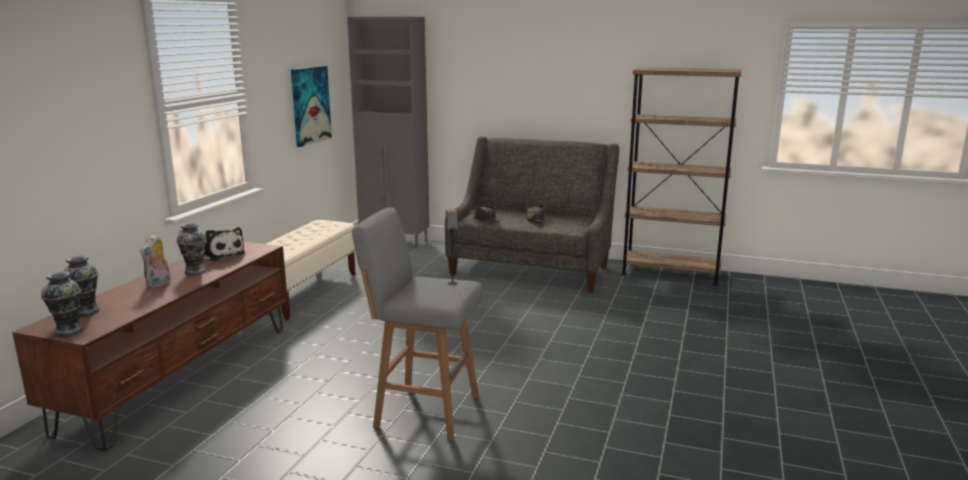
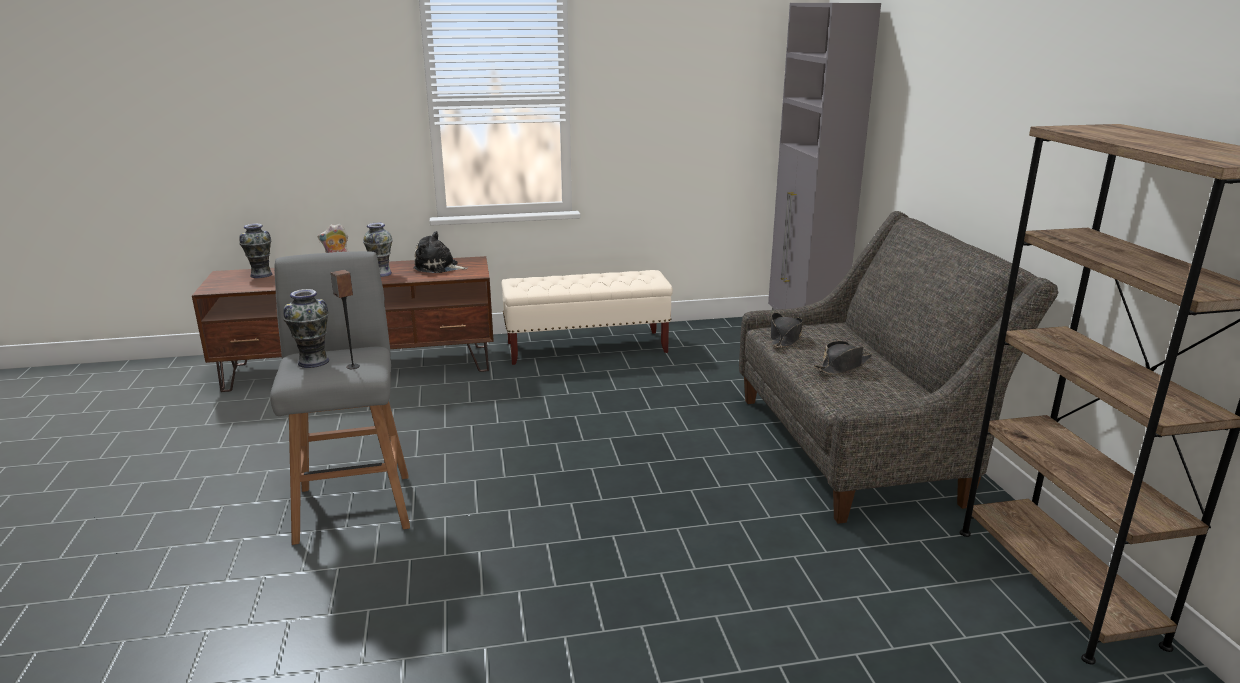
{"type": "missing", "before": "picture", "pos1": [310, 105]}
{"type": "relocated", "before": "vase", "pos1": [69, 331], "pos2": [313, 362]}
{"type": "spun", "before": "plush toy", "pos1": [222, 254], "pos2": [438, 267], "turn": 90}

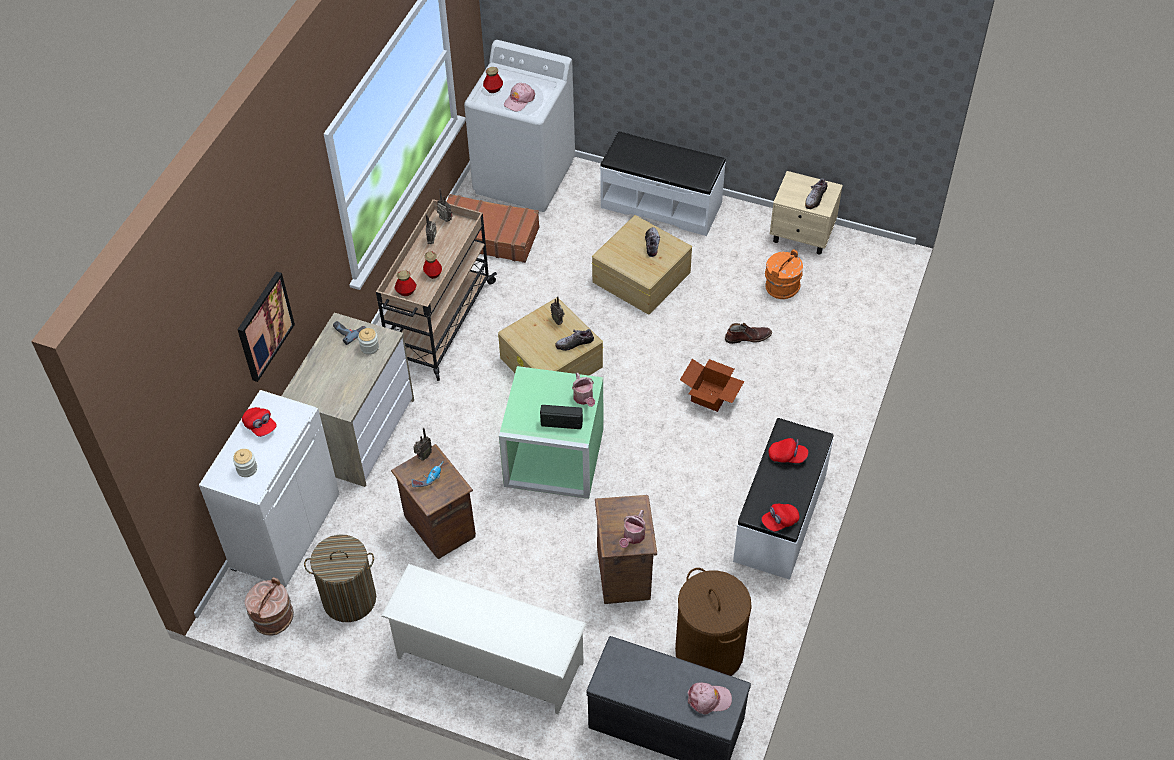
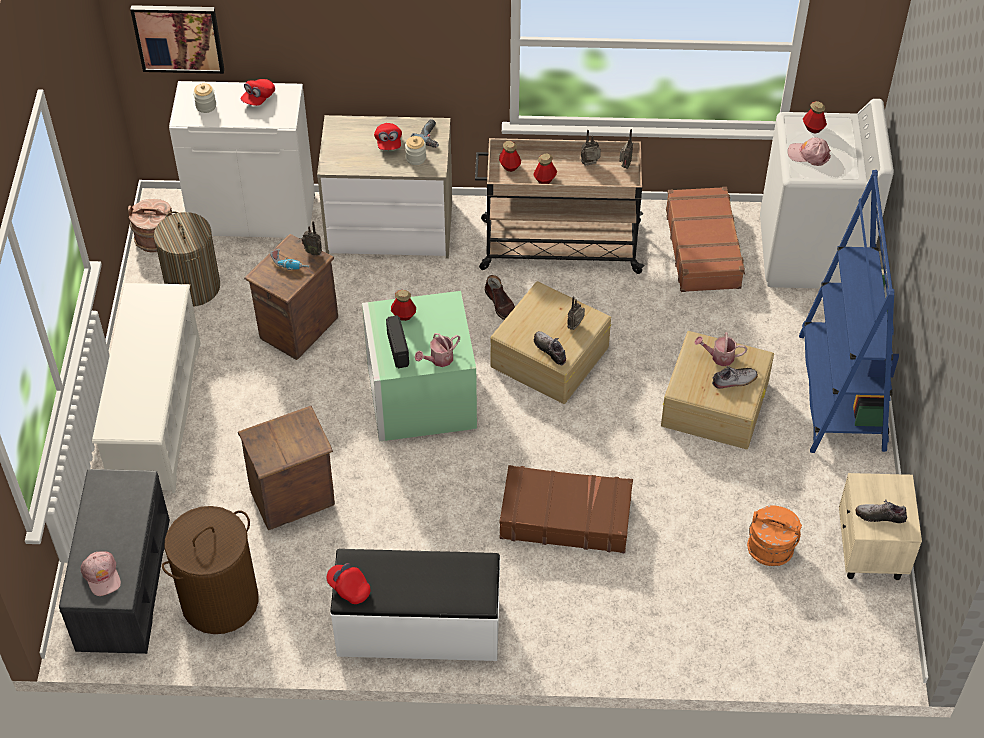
{"type": "appeared", "after": "bottle", "pos2": [403, 315]}
{"type": "relocated", "before": "picture", "pos1": [264, 326], "pos2": [178, 38]}
{"type": "relocated", "before": "watering can", "pos1": [632, 537], "pos2": [719, 357]}
{"type": "relocated", "before": "brown boot", "pos1": [747, 337], "pos2": [501, 304]}
{"type": "relocated", "before": "red cap", "pos1": [787, 456], "pos2": [388, 143]}
{"type": "exchanged", "before": "white bench", "after": "blue bookcase", "pos1": [661, 204], "pos2": [841, 392]}
{"type": "exchanged", "before": "cardboard box", "after": "brown suitcase", "pos1": [711, 396], "pos2": [565, 517]}

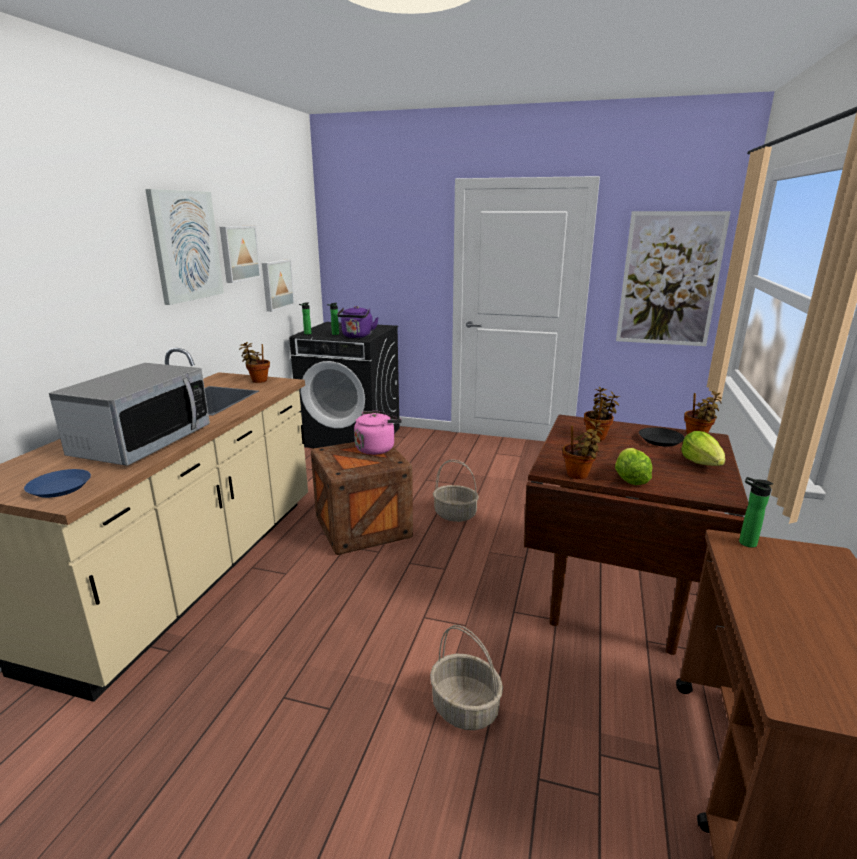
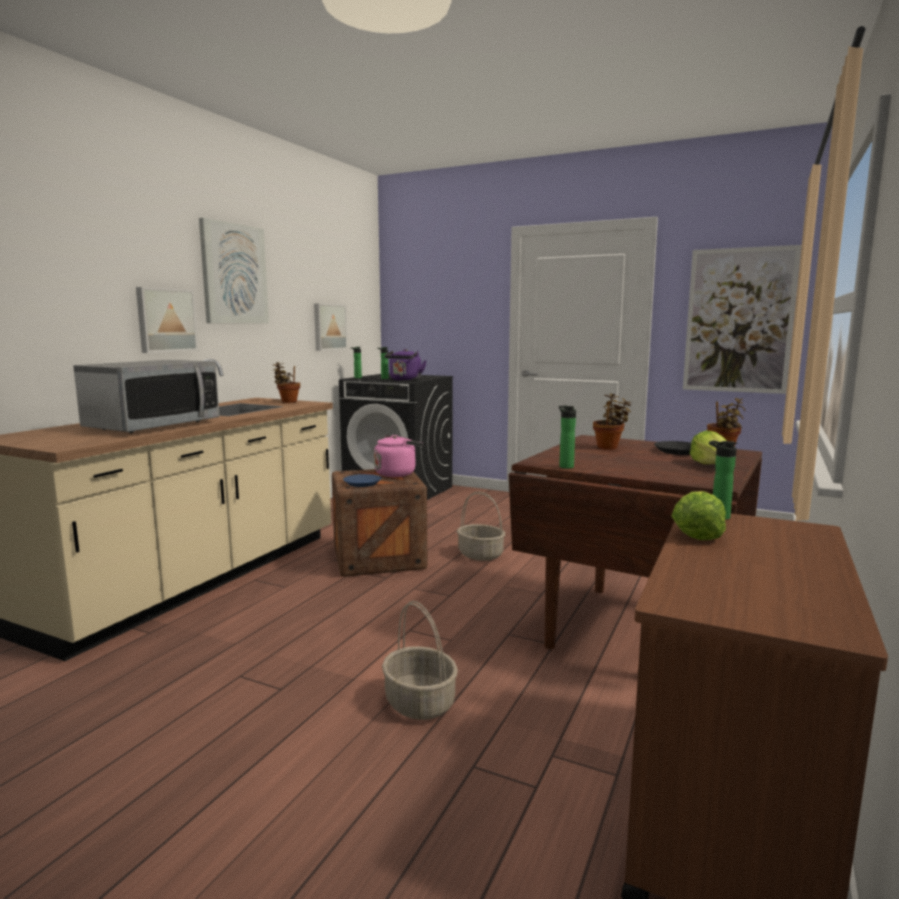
{"type": "relocated", "before": "blue plate", "pos1": [60, 487], "pos2": [362, 483]}
{"type": "relocated", "before": "picture", "pos1": [238, 253], "pos2": [165, 320]}
{"type": "relocated", "before": "lettuce", "pos1": [630, 478], "pos2": [696, 533]}
{"type": "exchanged", "before": "potted plant", "after": "bottle", "pos1": [579, 475], "pos2": [565, 466]}

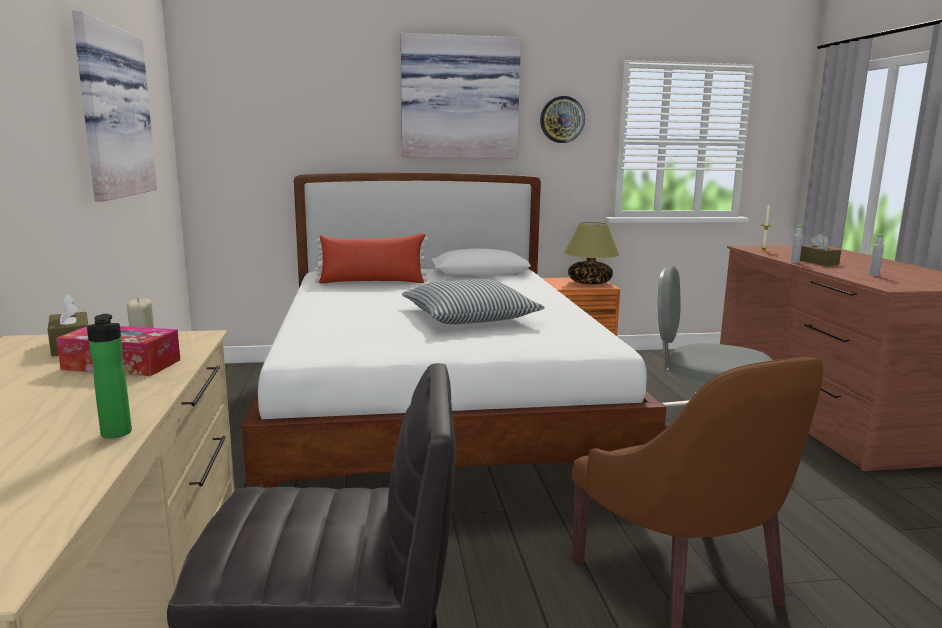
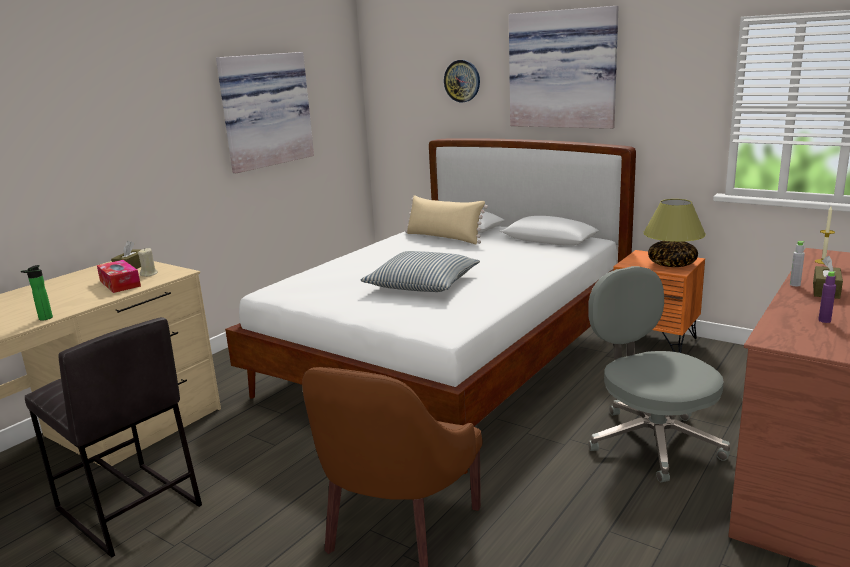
{"type": "relocated", "before": "wall clock", "pos1": [562, 119], "pos2": [462, 81]}
{"type": "colour", "before": "red pillow", "after": "beige pillow", "pos1": [372, 282], "pos2": [444, 237]}
{"type": "colour", "before": "grey bottle", "after": "purple bottle", "pos1": [874, 275], "pos2": [824, 320]}

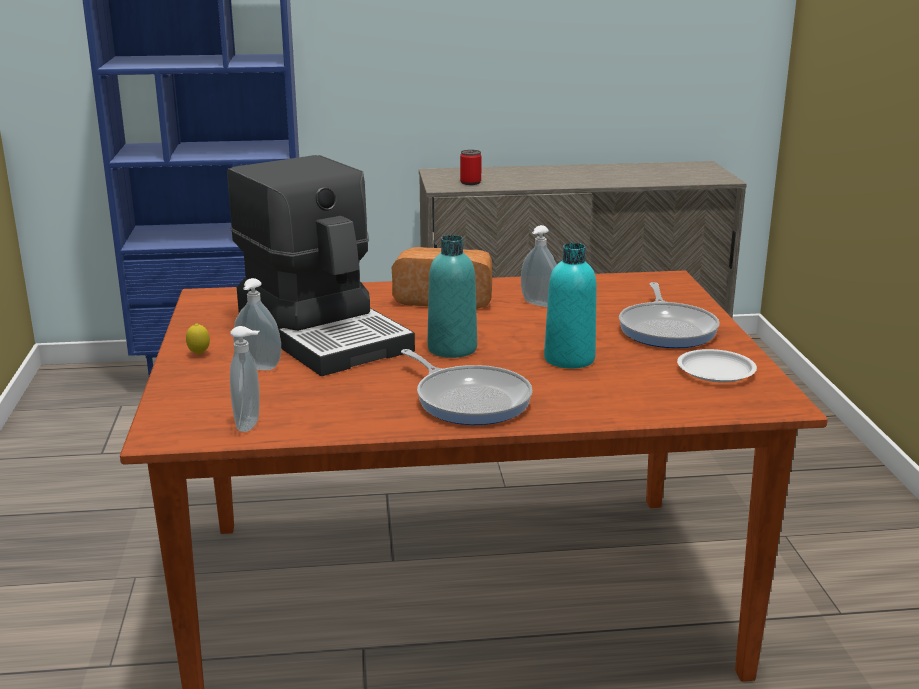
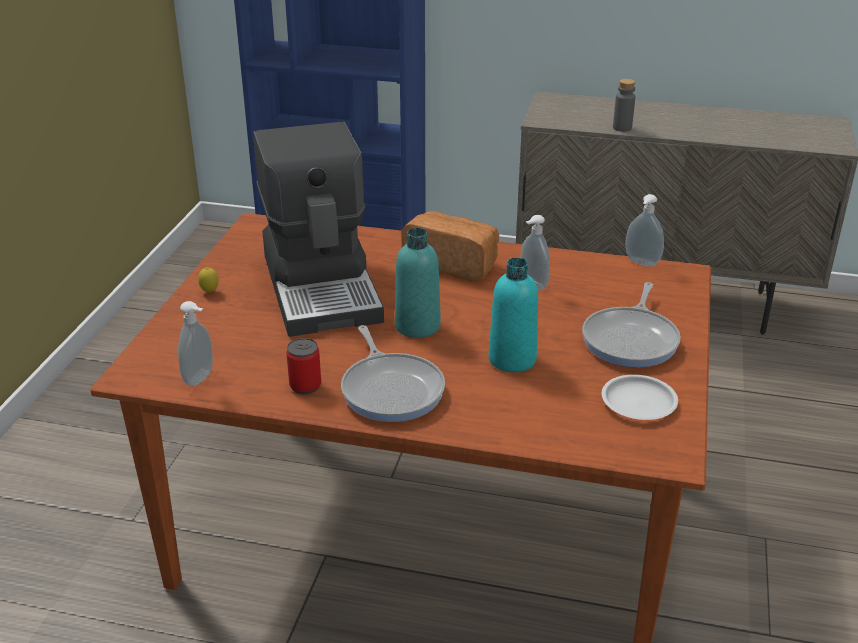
{"type": "appeared", "after": "grey bottle", "pos2": [622, 128]}
{"type": "relocated", "before": "soap dispenser", "pos1": [258, 368], "pos2": [641, 263]}
{"type": "relocated", "before": "can", "pos1": [470, 182], "pos2": [305, 386]}

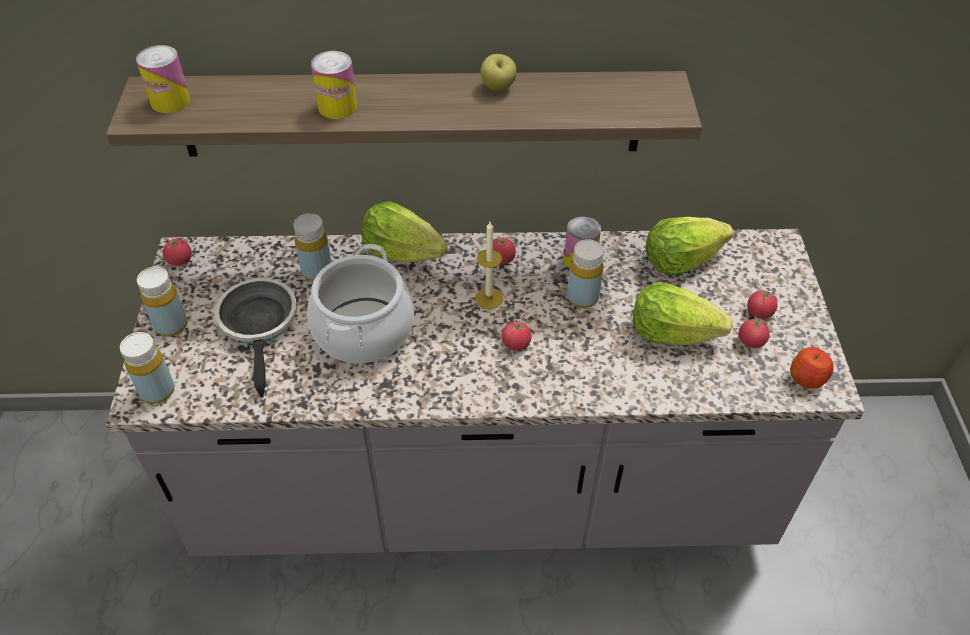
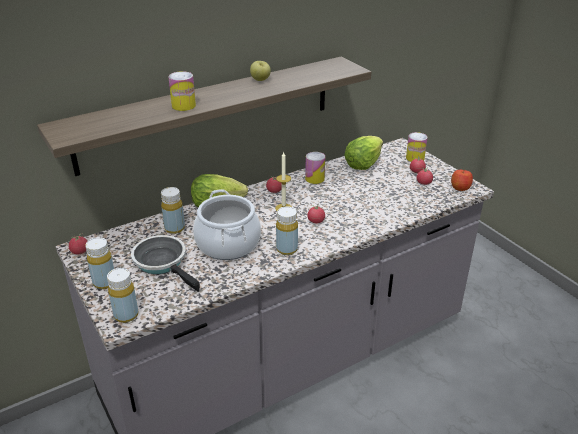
{"type": "missing", "before": "lettuce", "pos1": [671, 333]}
{"type": "relocated", "before": "can", "pos1": [170, 101], "pos2": [415, 158]}
{"type": "relocated", "before": "yellow bottle", "pos1": [582, 298], "pos2": [287, 249]}

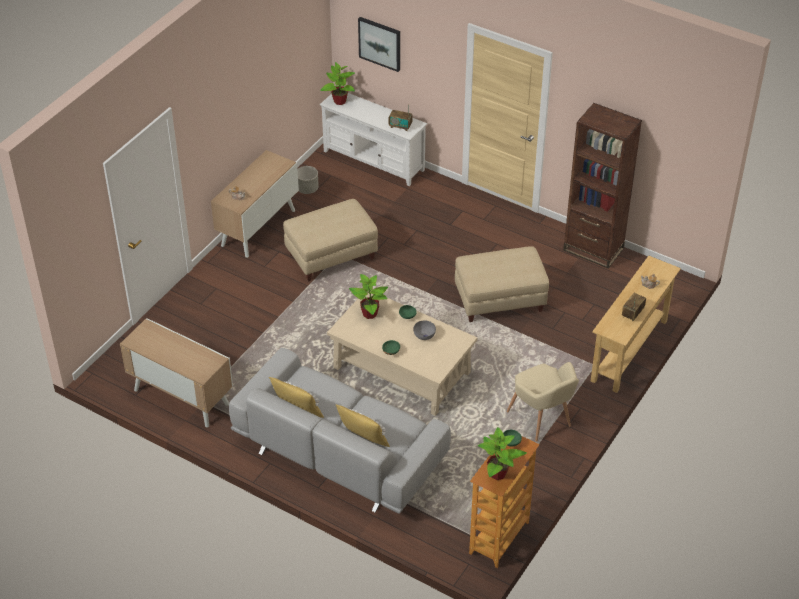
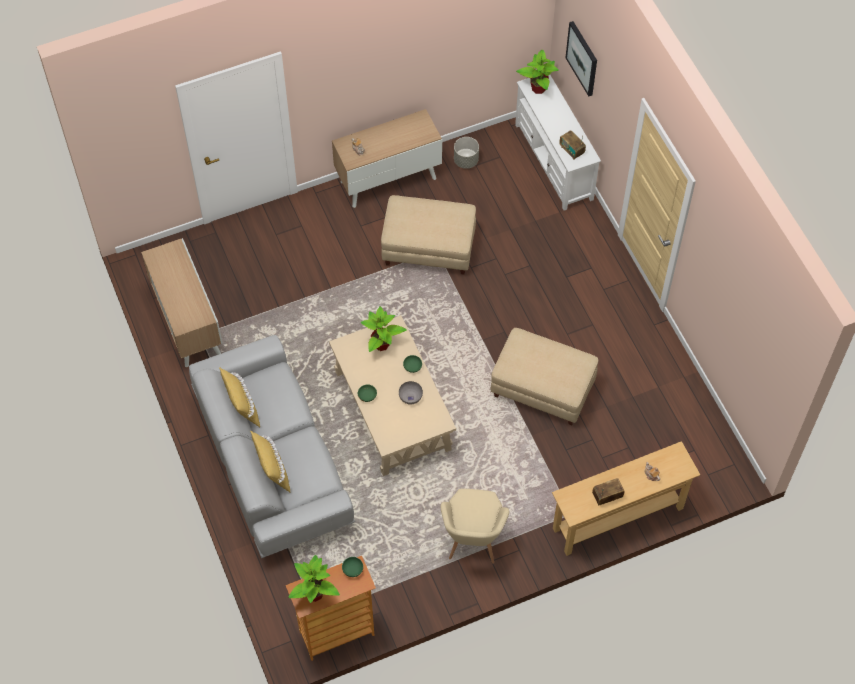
{"type": "missing", "before": "brown bookcase", "pos1": [593, 249]}

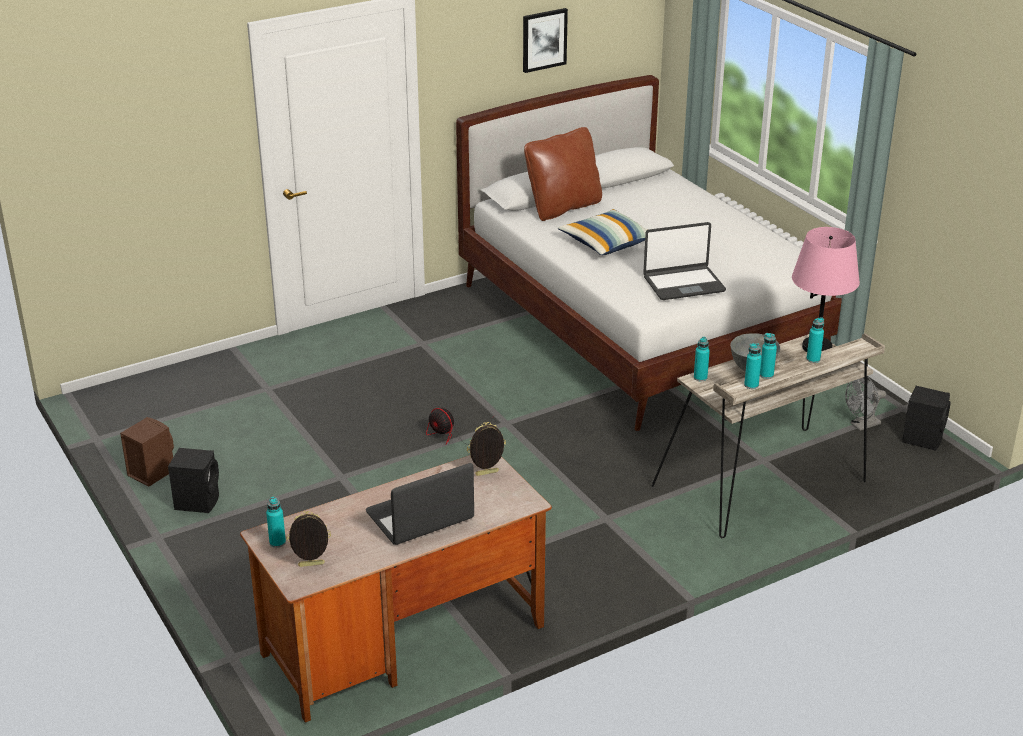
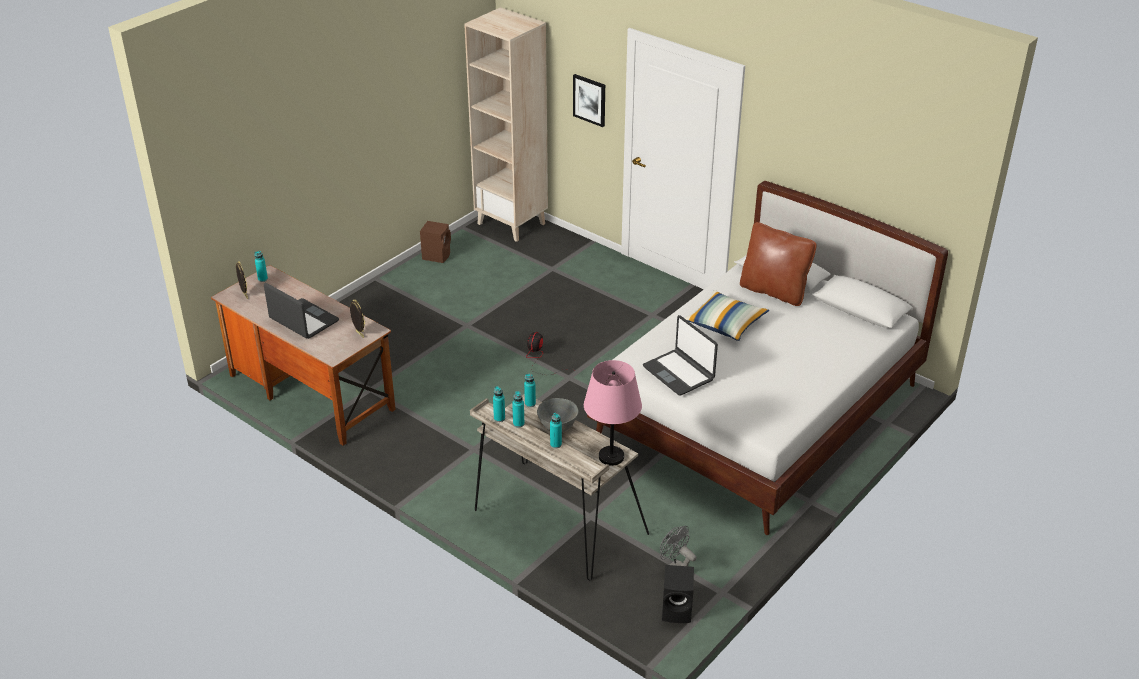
{"type": "missing", "before": "black speaker", "pos1": [198, 501]}
{"type": "appeared", "after": "beige bookcase", "pos2": [512, 223]}
{"type": "relocated", "before": "picture", "pos1": [544, 39], "pos2": [589, 100]}

